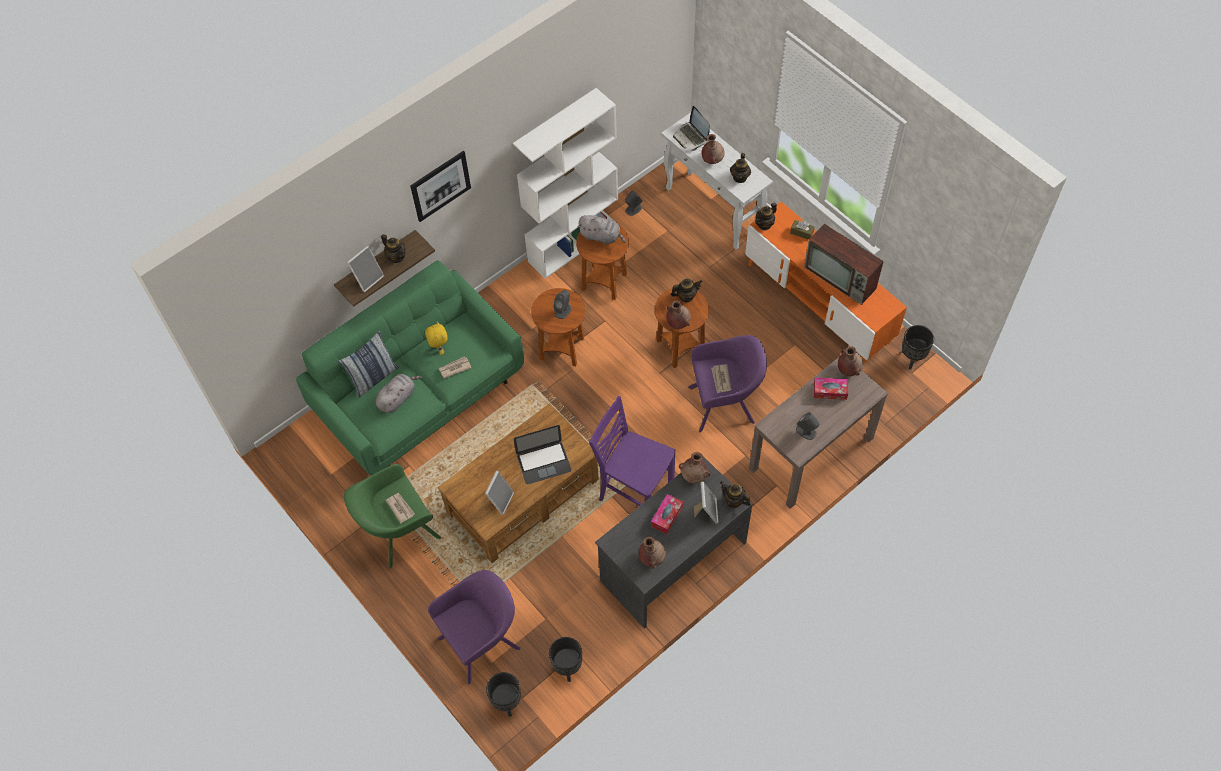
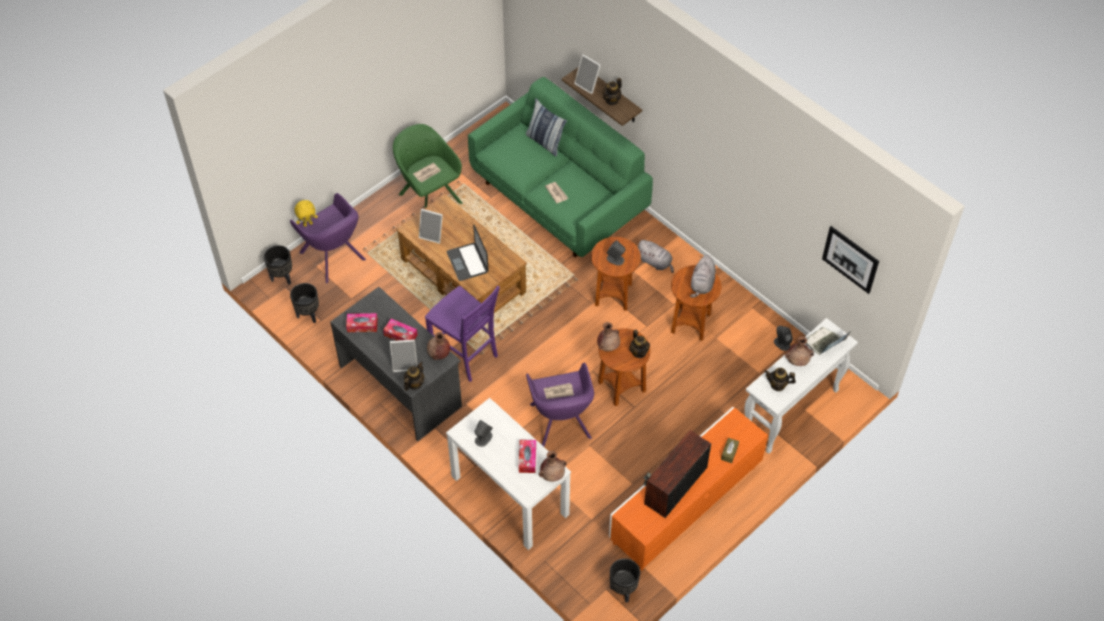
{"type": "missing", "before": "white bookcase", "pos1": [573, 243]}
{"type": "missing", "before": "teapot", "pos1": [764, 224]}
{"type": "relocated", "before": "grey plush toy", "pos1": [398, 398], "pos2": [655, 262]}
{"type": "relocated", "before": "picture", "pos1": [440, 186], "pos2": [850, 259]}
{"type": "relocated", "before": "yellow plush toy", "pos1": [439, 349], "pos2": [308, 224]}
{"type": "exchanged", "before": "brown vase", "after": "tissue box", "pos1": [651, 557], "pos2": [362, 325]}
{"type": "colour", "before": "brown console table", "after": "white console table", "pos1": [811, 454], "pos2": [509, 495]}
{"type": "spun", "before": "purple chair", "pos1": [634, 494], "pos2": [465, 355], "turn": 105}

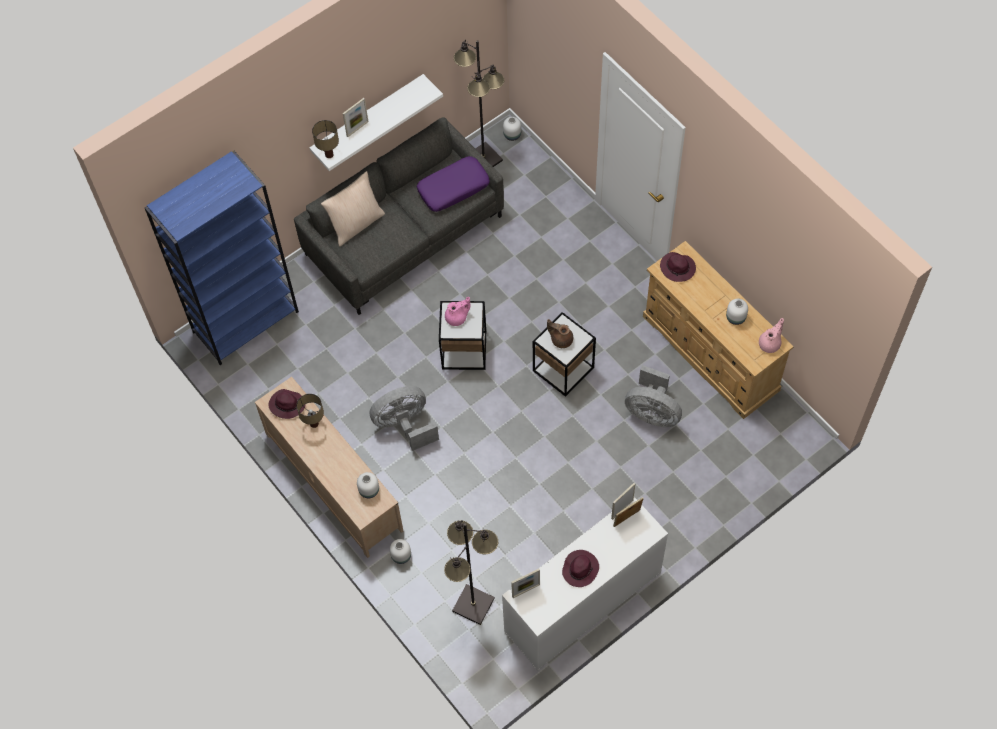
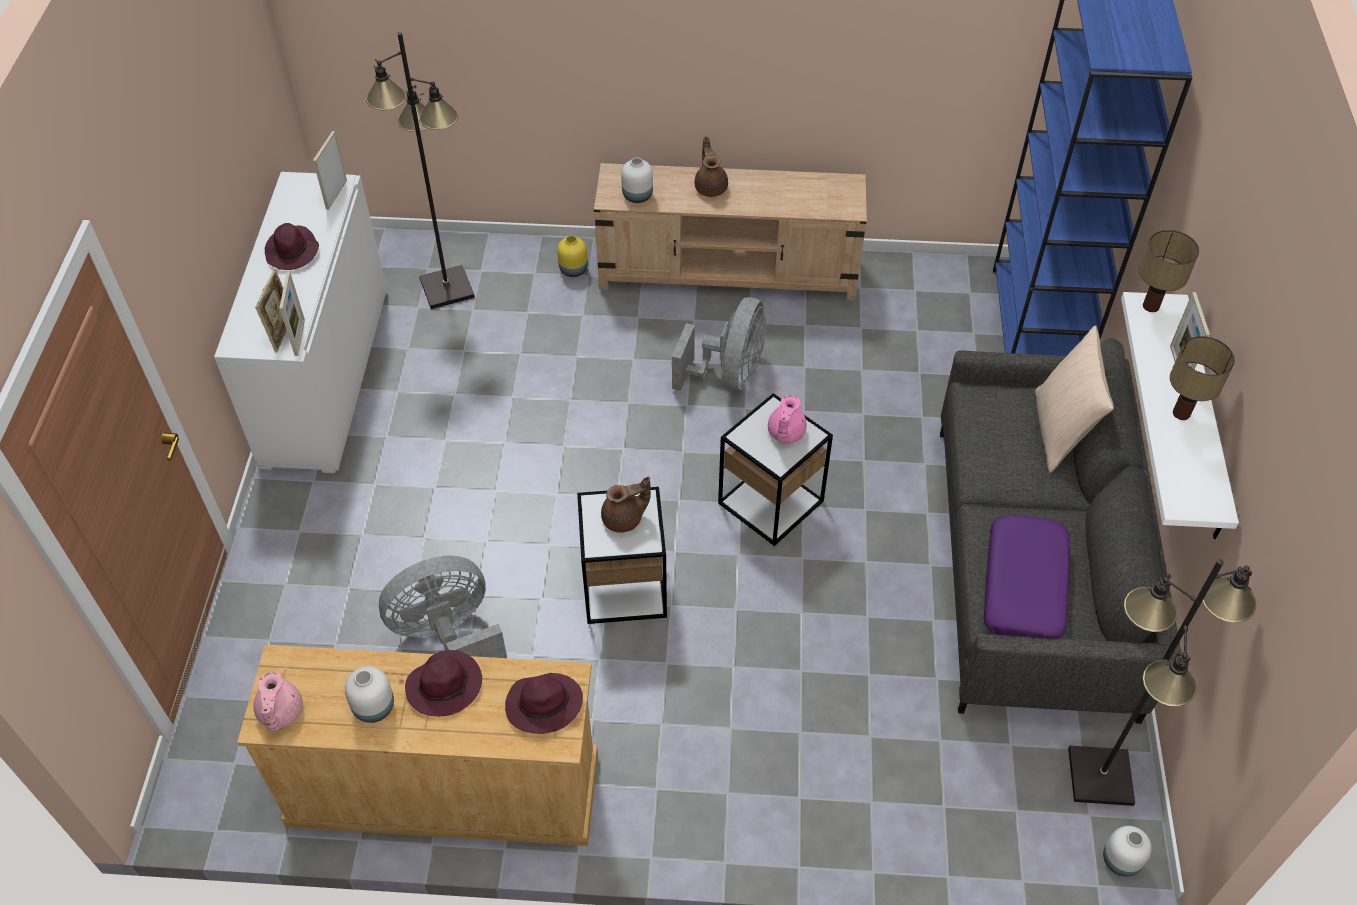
{"type": "appeared", "after": "brown teapot", "pos2": [711, 187]}
{"type": "relocated", "before": "purple hat", "pos1": [286, 405], "pos2": [445, 685]}
{"type": "relocated", "before": "table lamp", "pos1": [313, 423], "pos2": [1182, 413]}
{"type": "colour", "before": "white vase", "after": "yellow vase", "pos1": [400, 556], "pos2": [574, 269]}

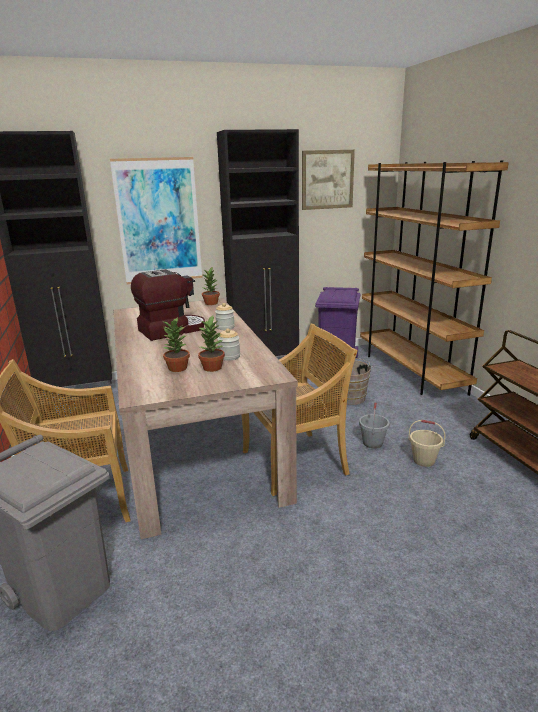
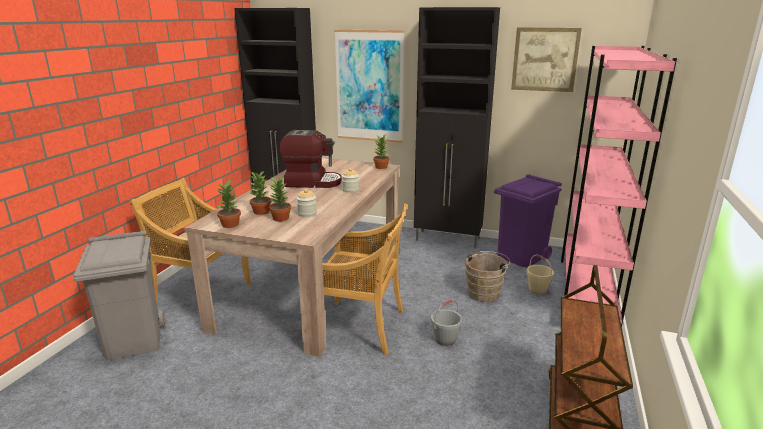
{"type": "appeared", "after": "potted plant", "pos2": [231, 224]}
{"type": "relocated", "before": "beige bucket", "pos1": [424, 460], "pos2": [537, 290]}
{"type": "colour", "before": "brown bookcase", "after": "pink bookcase", "pos1": [410, 371], "pos2": [586, 290]}

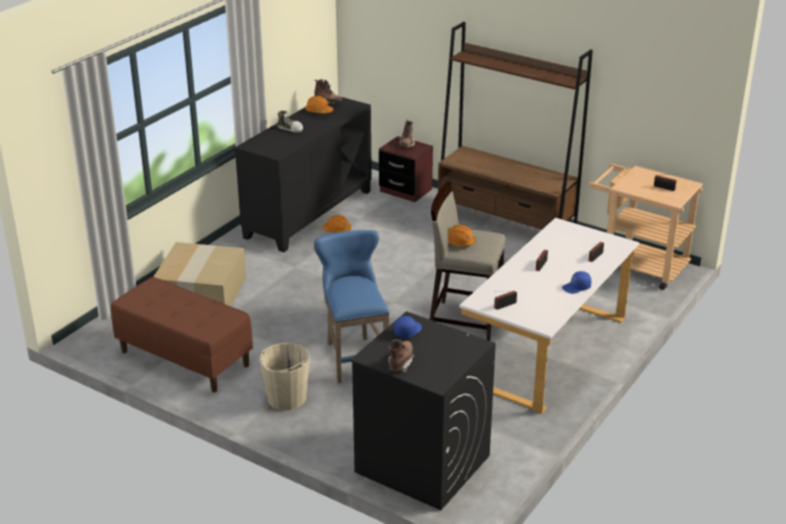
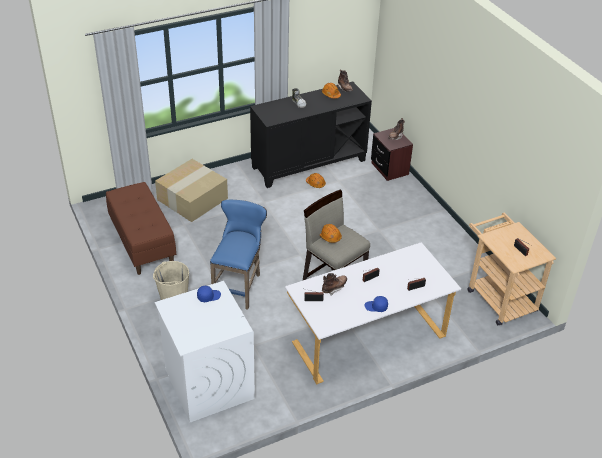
{"type": "missing", "before": "brown bookcase", "pos1": [505, 223]}
{"type": "relocated", "before": "brown boot", "pos1": [400, 363], "pos2": [334, 288]}
{"type": "colour", "before": "black washing machine", "after": "white washing machine", "pos1": [421, 463], "pos2": [208, 383]}

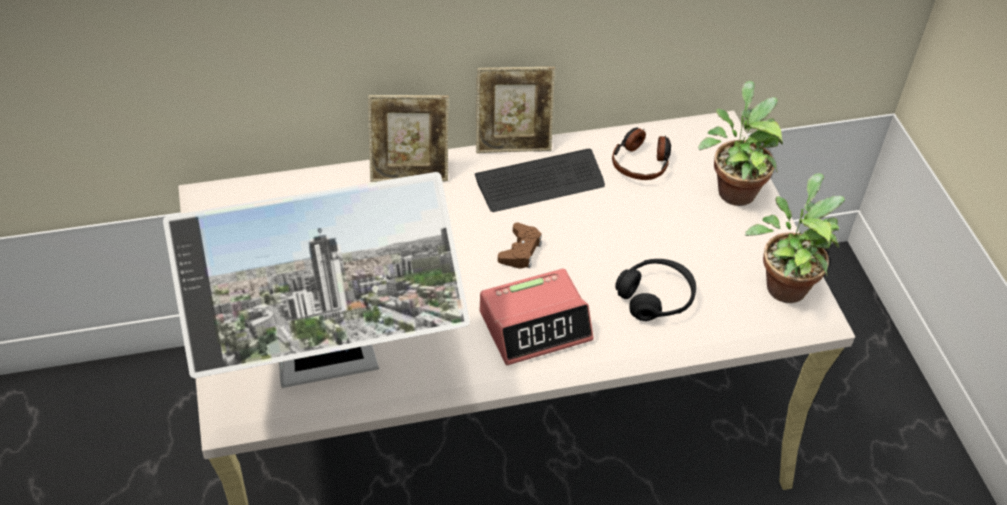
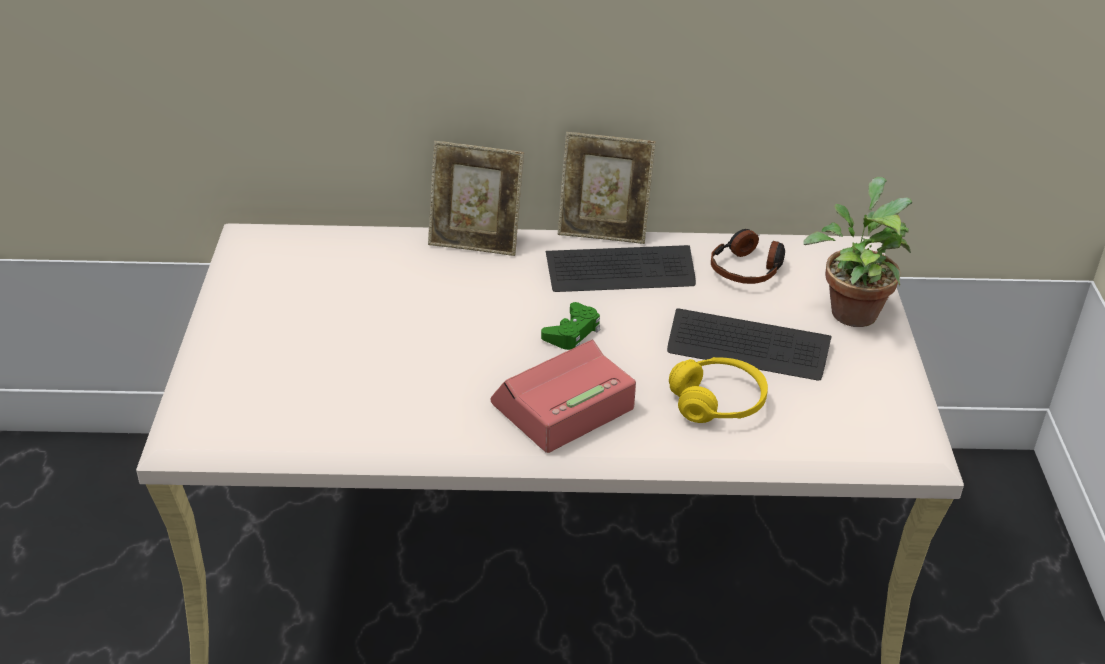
{"type": "missing", "before": "monitor", "pos1": [330, 373]}
{"type": "missing", "before": "potted plant", "pos1": [784, 283]}
{"type": "appeared", "after": "keyboard", "pos2": [747, 347]}
{"type": "colour", "before": "brown game controller", "after": "green game controller", "pos1": [520, 251], "pos2": [572, 333]}
{"type": "colour", "before": "black headphones", "after": "yellow headphones", "pos1": [655, 298], "pos2": [717, 402]}
{"type": "spun", "before": "alarm clock", "pos1": [535, 325], "pos2": [562, 407], "turn": 150}

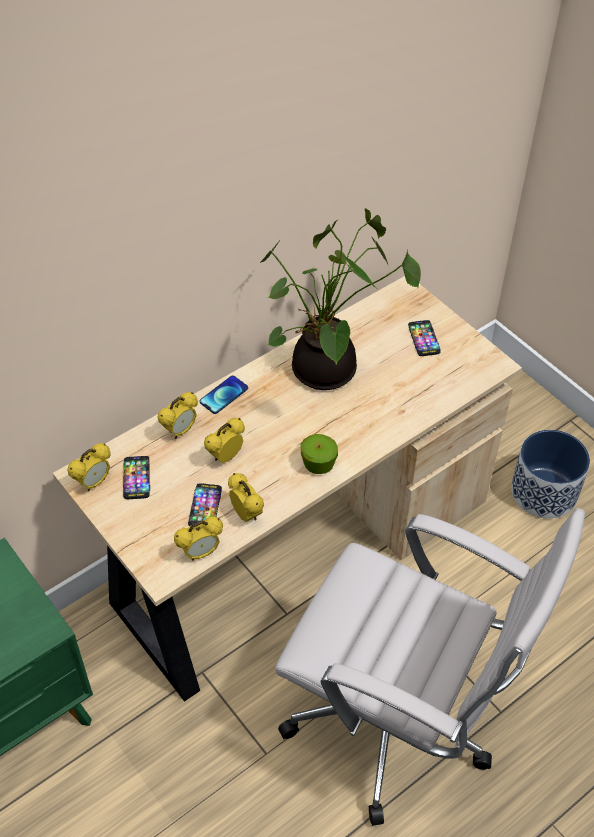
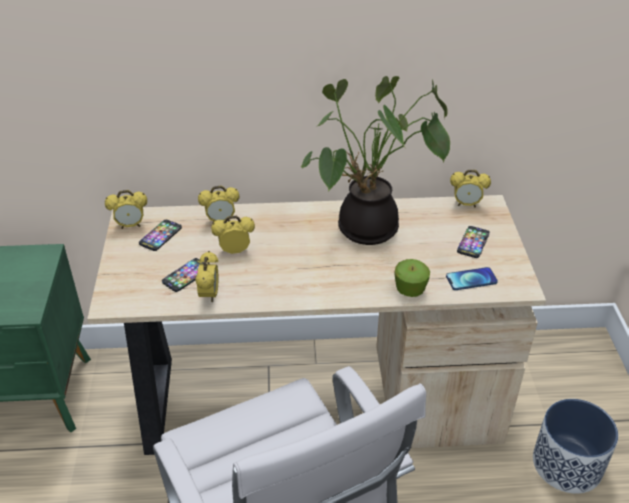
{"type": "relocated", "before": "alarm clock", "pos1": [200, 553], "pos2": [466, 204]}
{"type": "relocated", "before": "phone", "pos1": [224, 395], "pos2": [471, 279]}
{"type": "relocated", "before": "apple", "pos1": [318, 464], "pos2": [410, 289]}

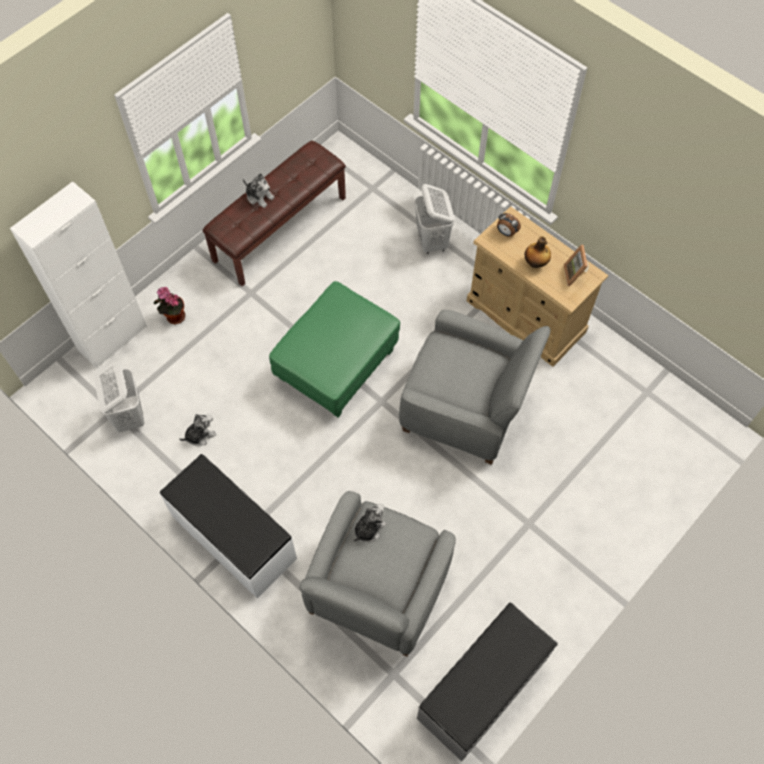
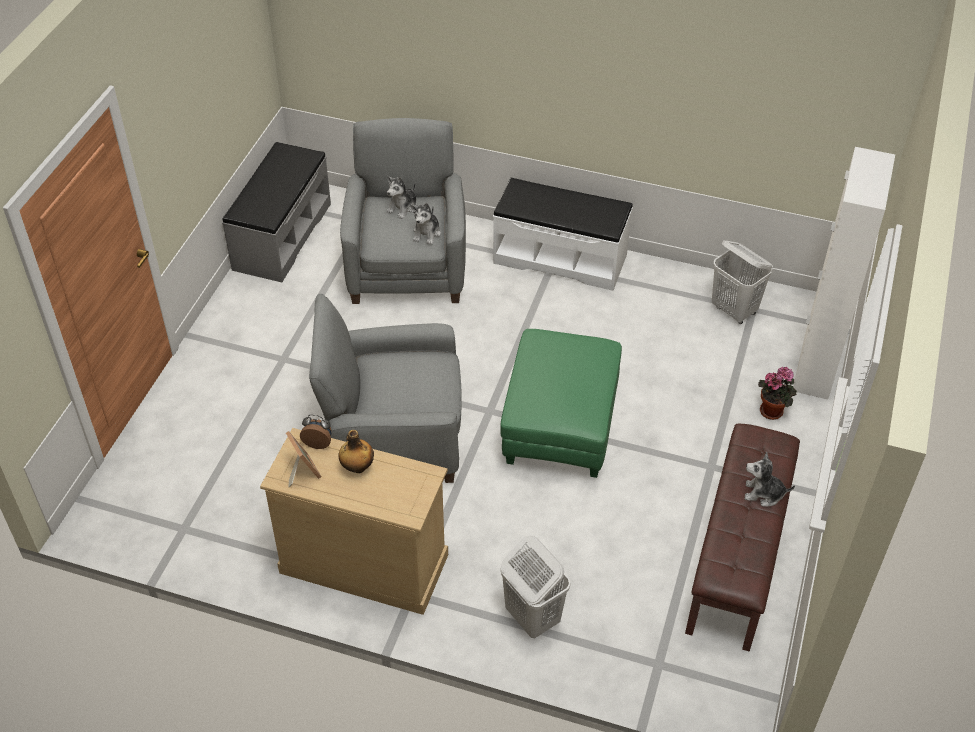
{"type": "relocated", "before": "plush toy", "pos1": [200, 435], "pos2": [403, 207]}
{"type": "relocated", "before": "alarm clock", "pos1": [506, 232], "pos2": [318, 442]}

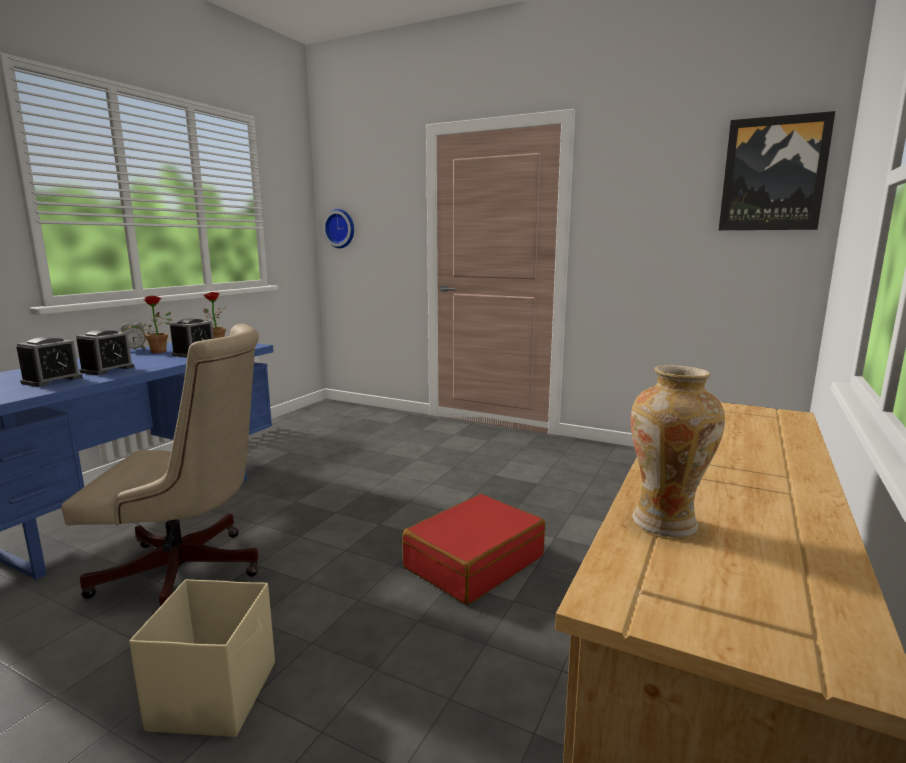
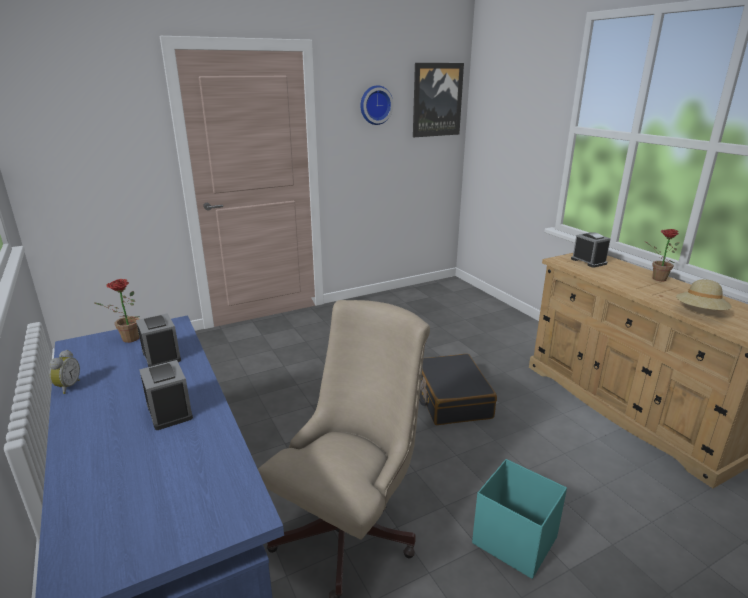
{"type": "relocated", "before": "alarm clock", "pos1": [52, 380], "pos2": [588, 261]}
{"type": "relocated", "before": "potted plant", "pos1": [159, 351], "pos2": [656, 278]}
{"type": "relocated", "before": "wall clock", "pos1": [340, 228], "pos2": [375, 105]}
{"type": "exchanged", "before": "vase", "after": "beige hat", "pos1": [666, 523], "pos2": [700, 312]}
{"type": "colour", "before": "beige storage box", "after": "turquoise storage box", "pos1": [216, 694], "pos2": [513, 540]}
{"type": "colour", "before": "red suitcase", "after": "black suitcase", "pos1": [473, 562], "pos2": [451, 399]}

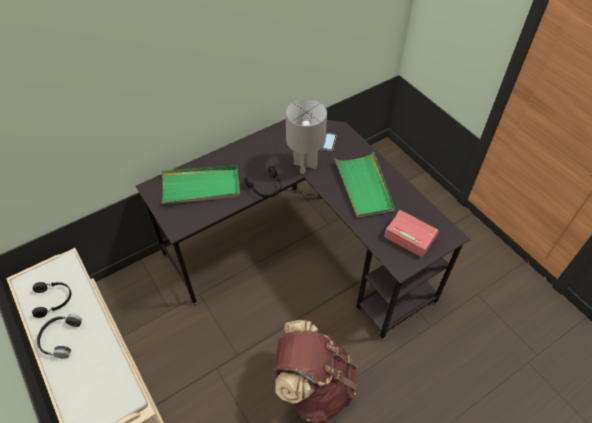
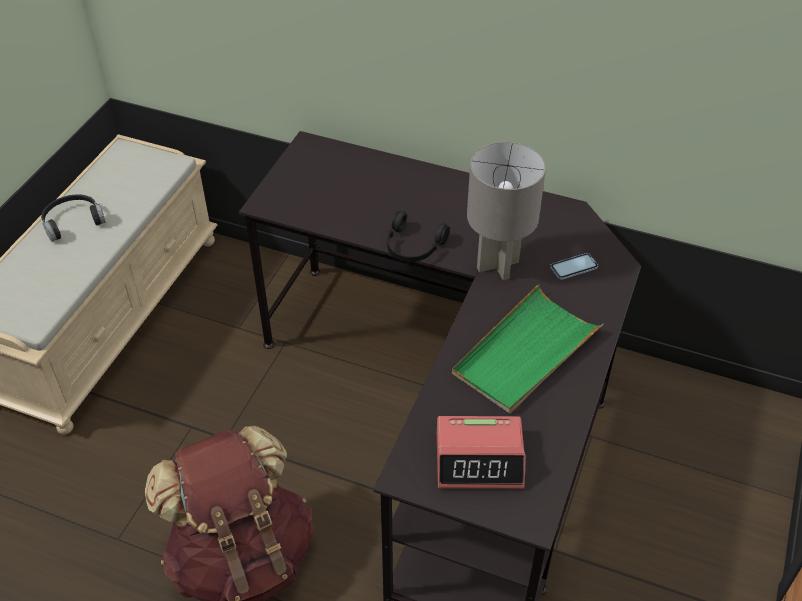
{"type": "missing", "before": "black headphones", "pos1": [54, 300]}
{"type": "missing", "before": "green tray", "pos1": [201, 187]}
{"type": "spun", "before": "alarm clock", "pos1": [410, 235], "pos2": [479, 460], "turn": 90}

